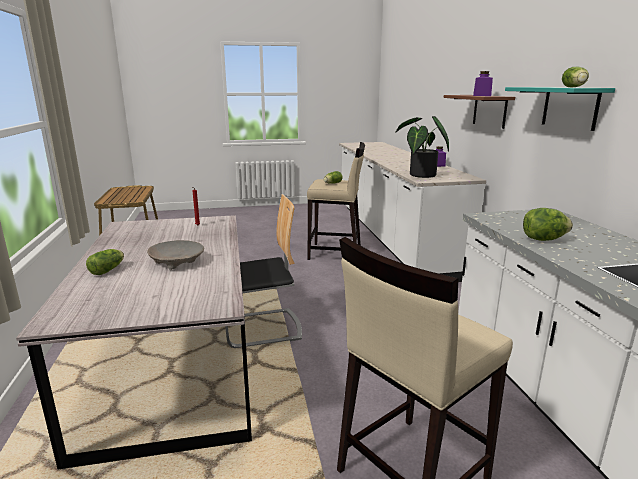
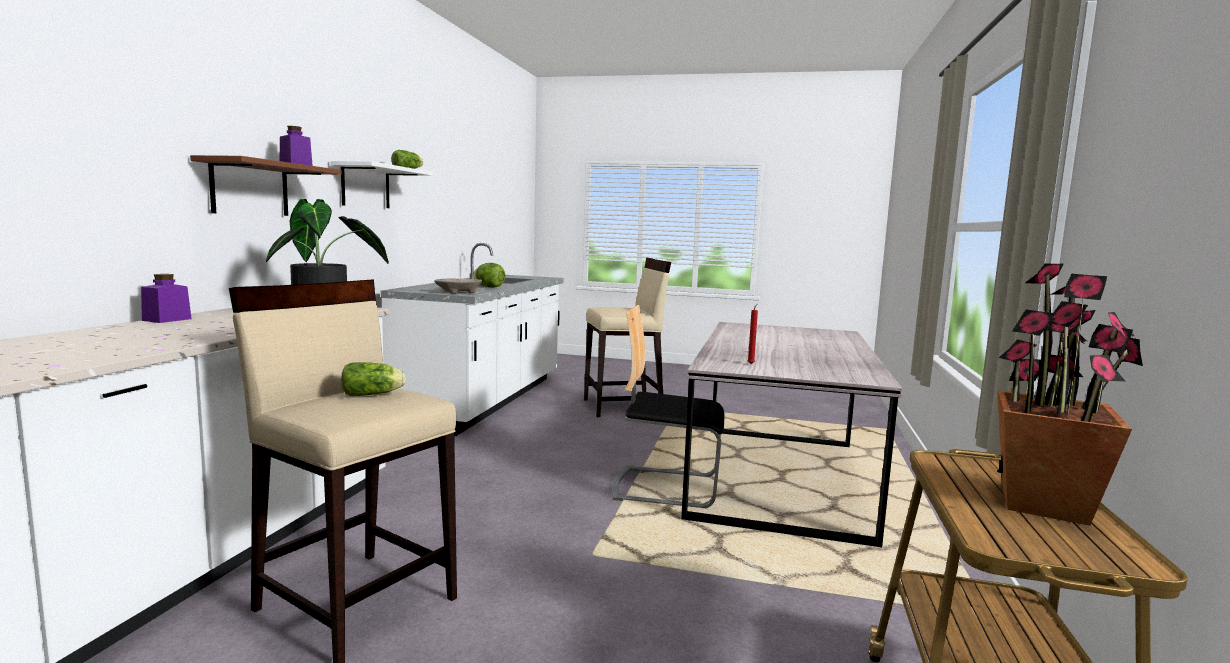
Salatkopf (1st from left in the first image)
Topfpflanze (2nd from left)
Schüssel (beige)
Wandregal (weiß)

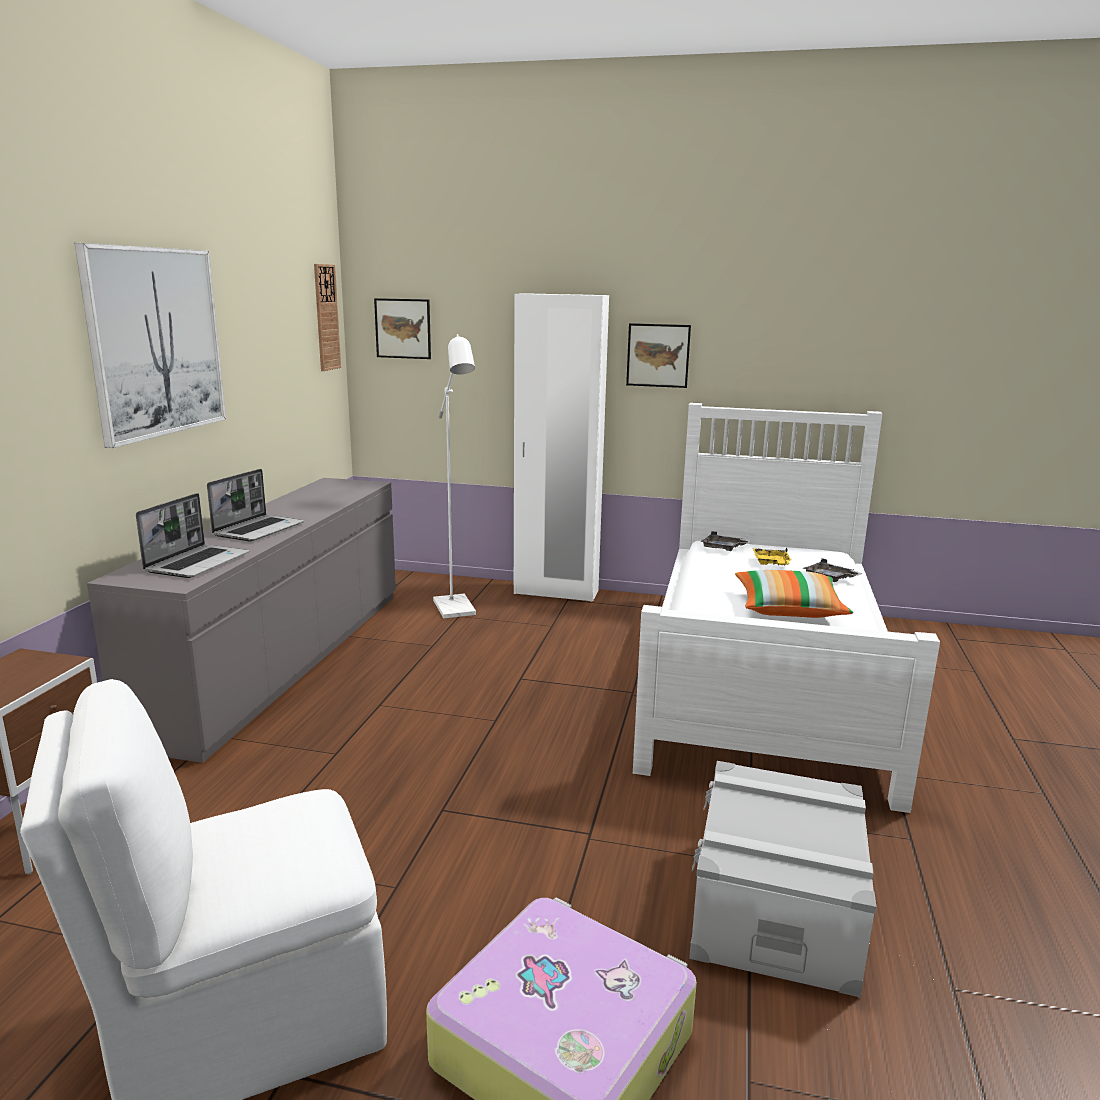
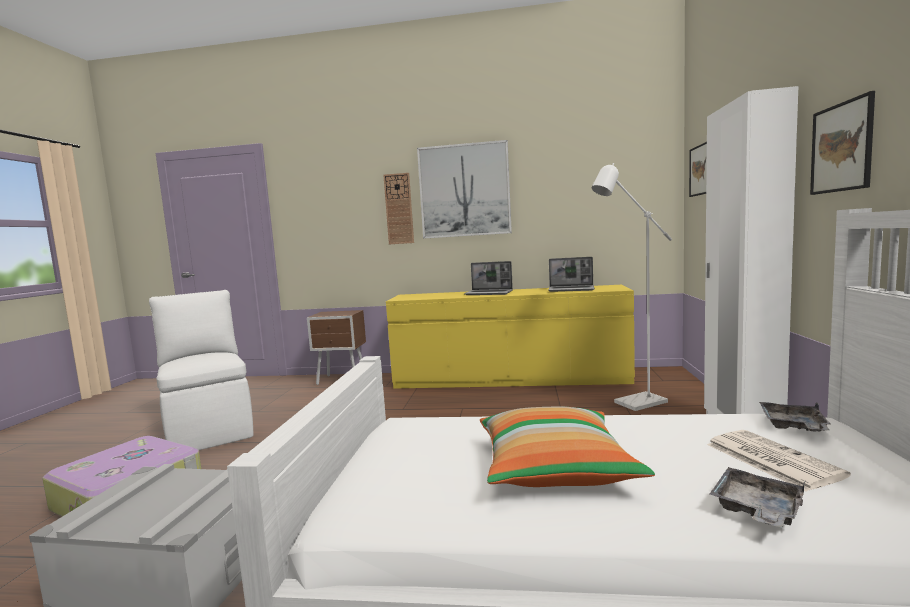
Laptop (2nd from left)
Wanduhr
Zeitung
Kommode (gelb)

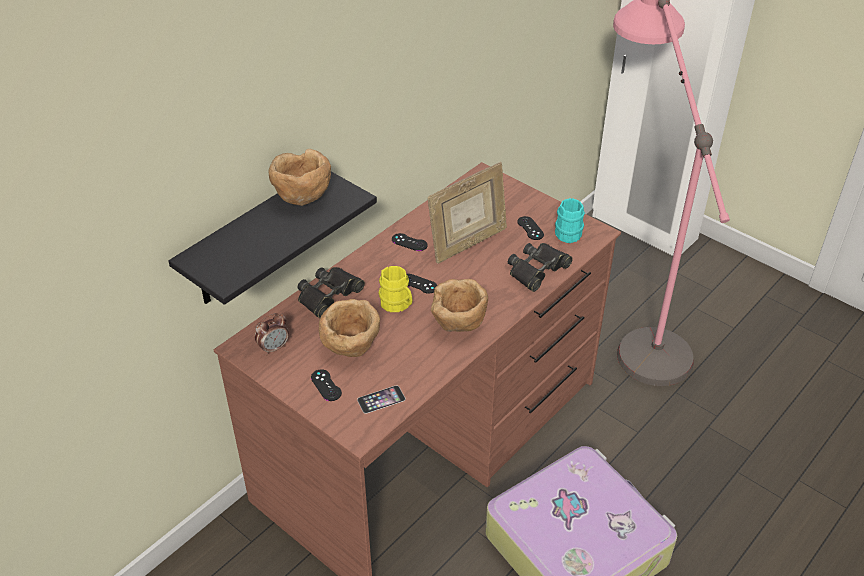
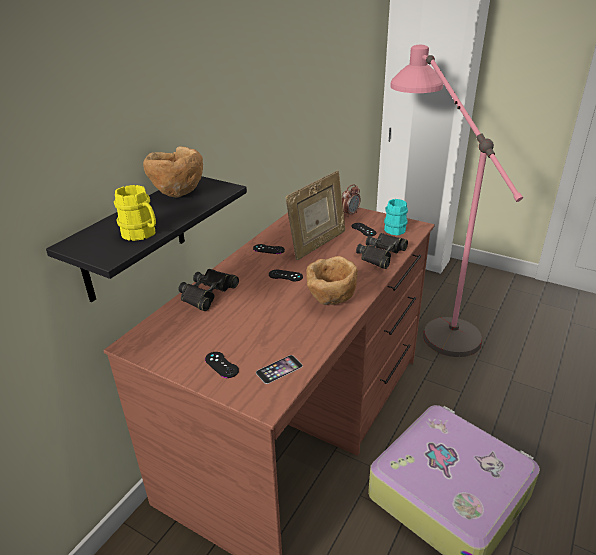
Schüssel (braun) (2nd from left in the first image)
Wecker
Henkelbecher (gelb)

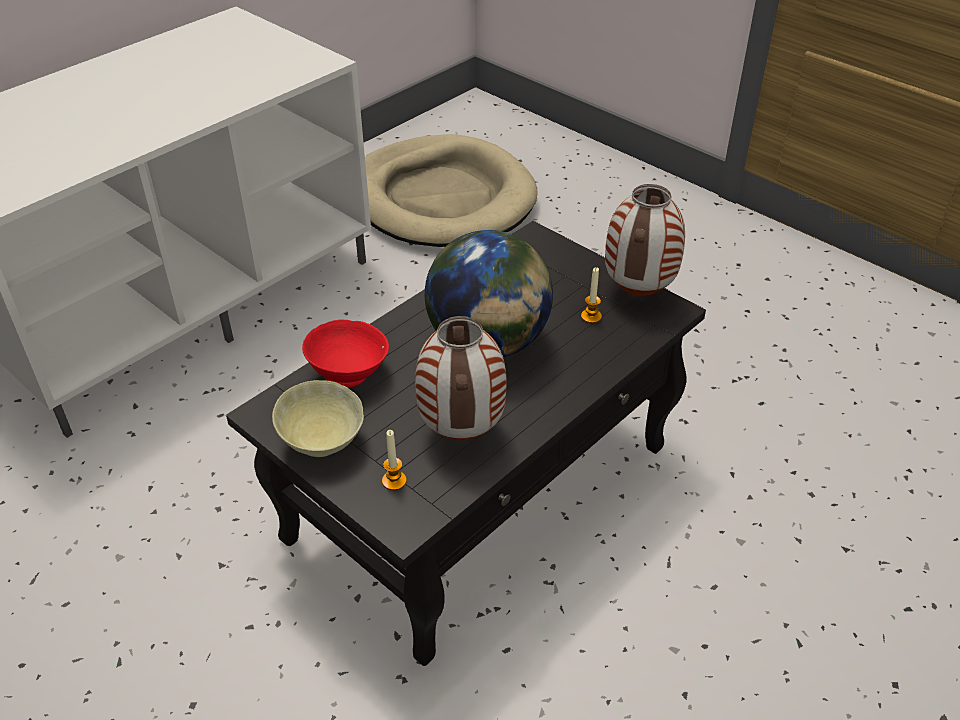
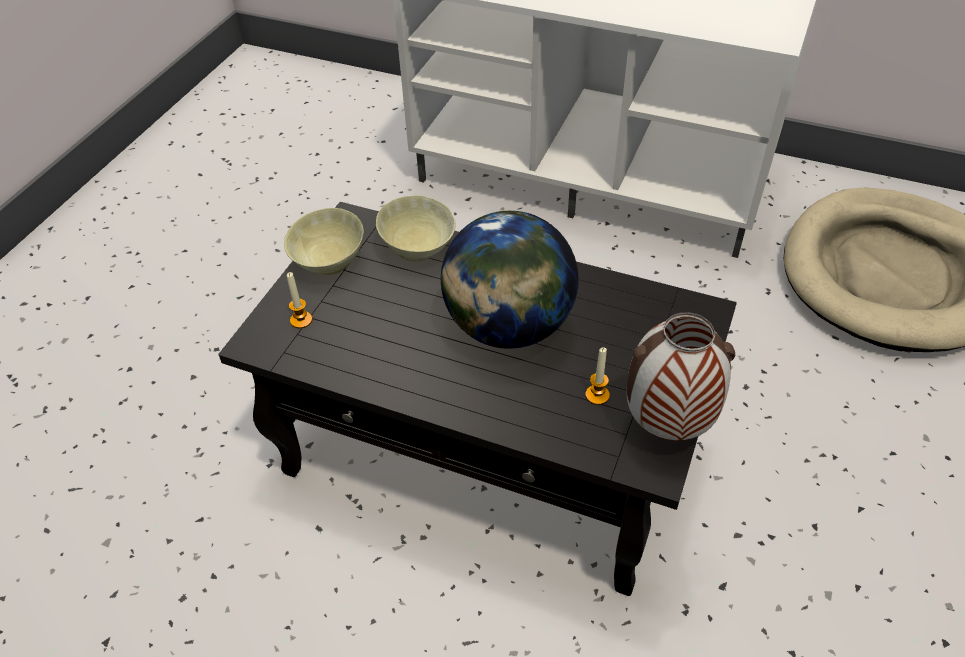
Vase (1st from left in the first image)
Schüssel (beige) (2nd from left)

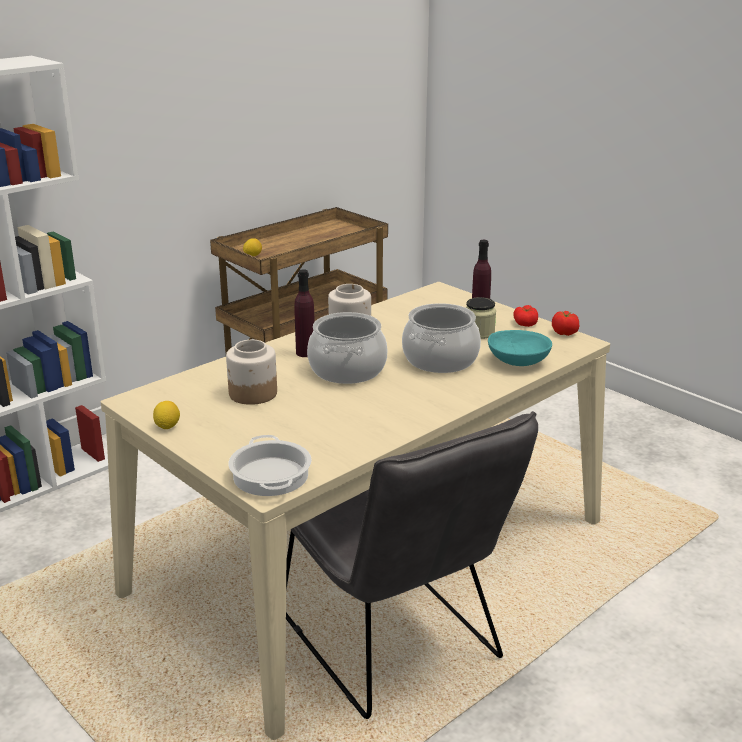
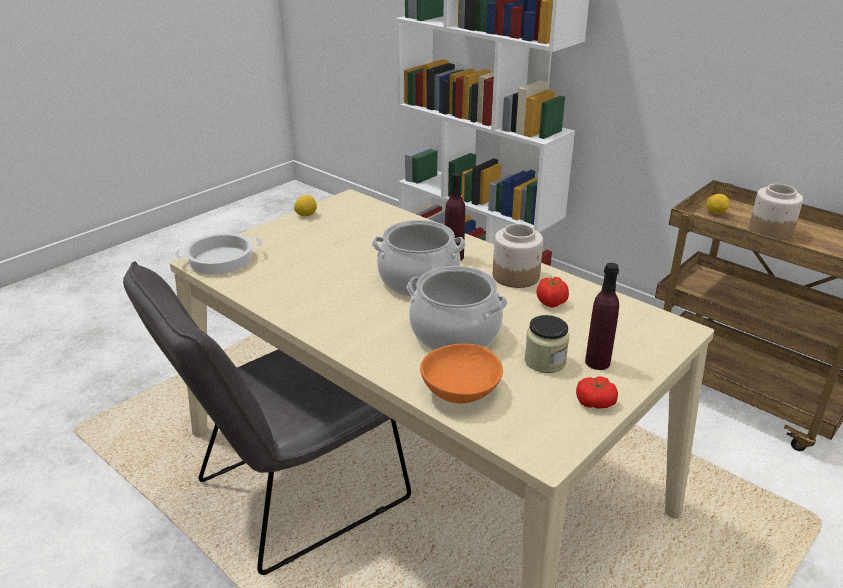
Vorratsglas (3rd from left)
Tomate (1st from left)
Schüssel (orange)

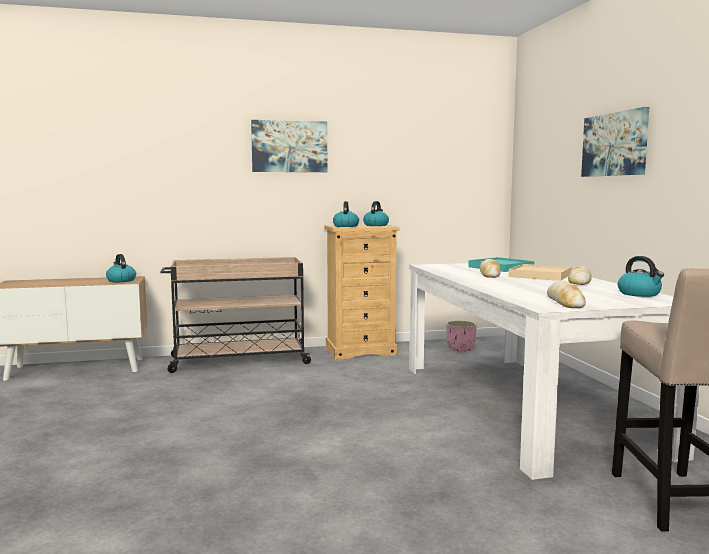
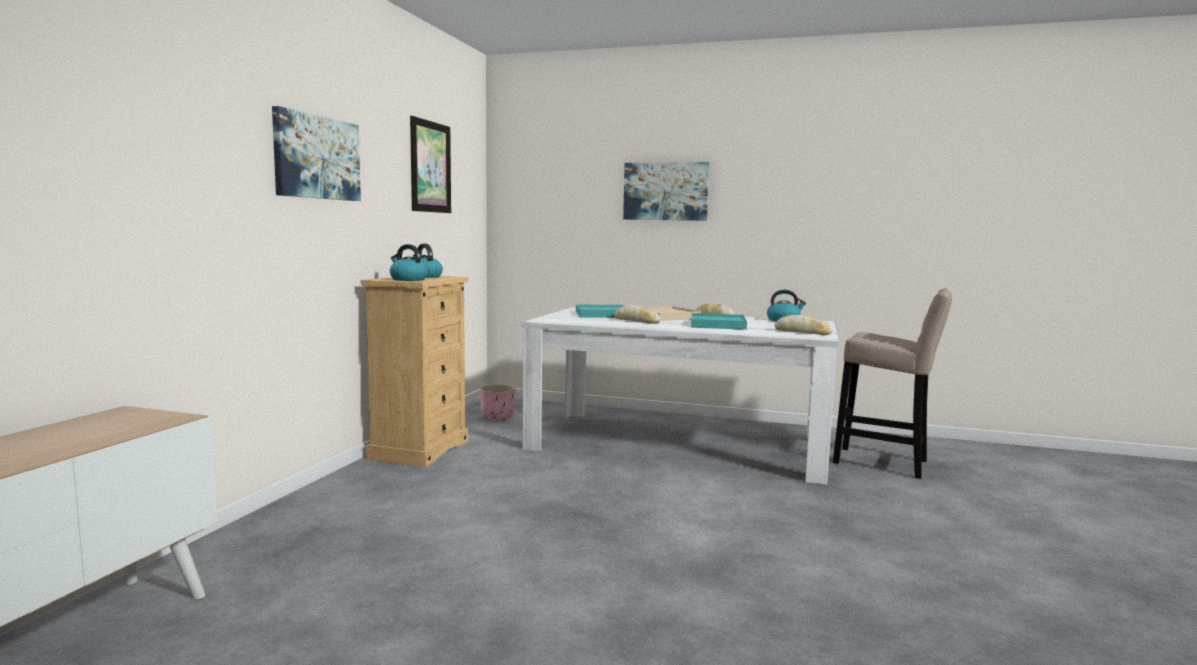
Wasserkessel (1st from left in the first image)
Rollwagen (beige)
Bild (2nd from left)
Tablett (türkis) (2nd from left)

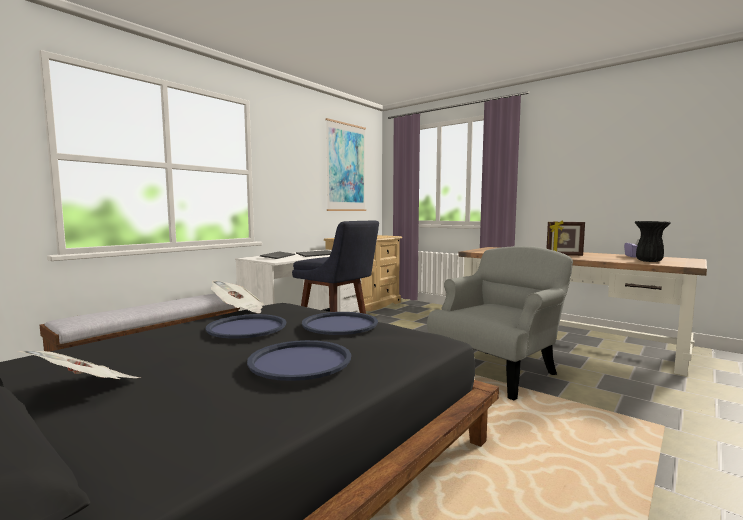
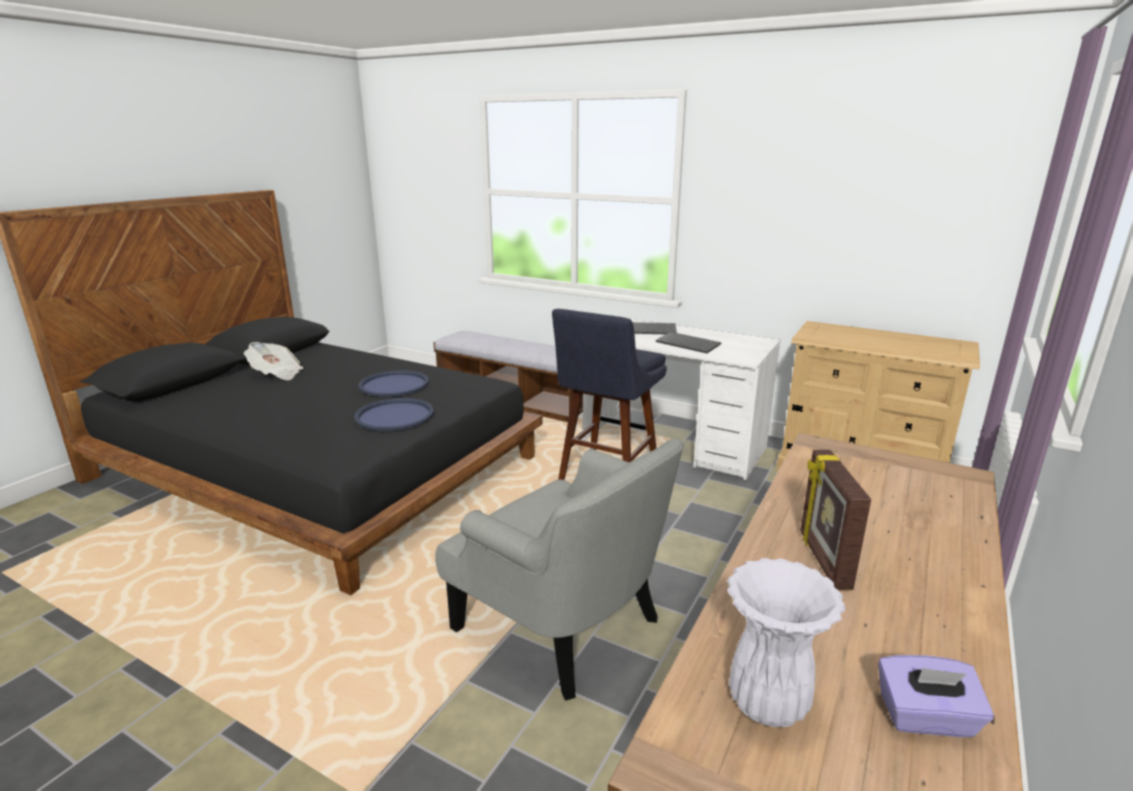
Zeitung (2nd from left in the first image)
Tablett (blau) (2nd from left in the first image)
Bild
Vase (weiß)

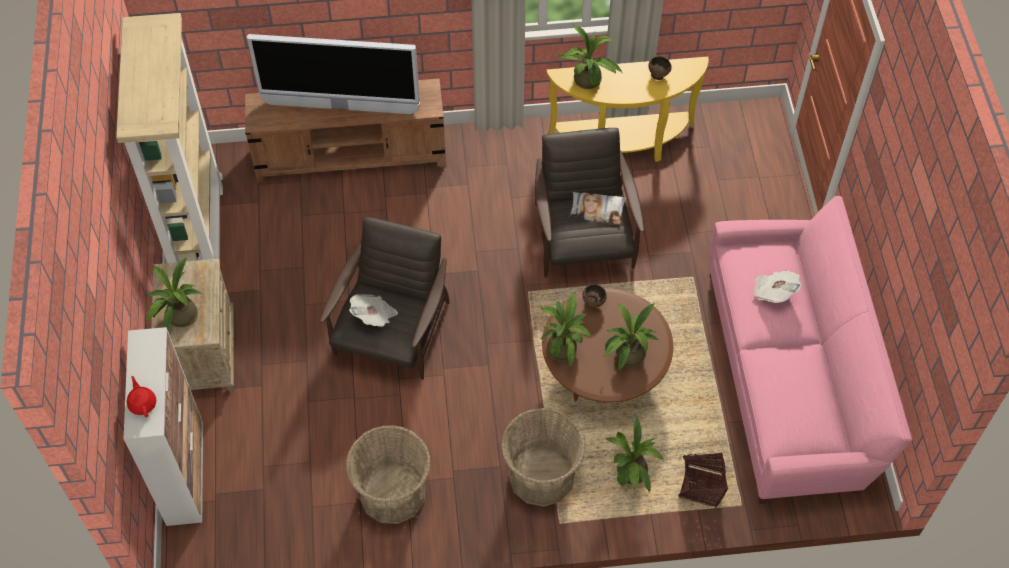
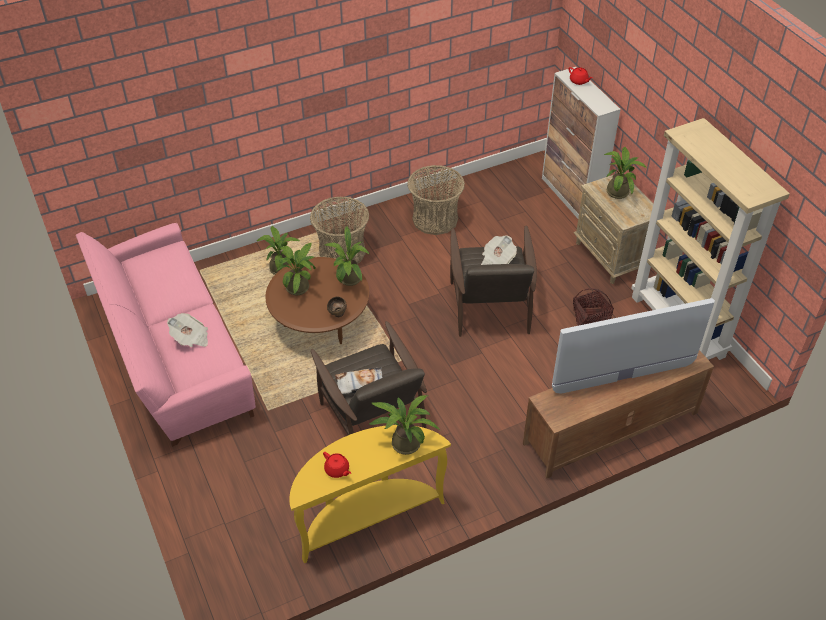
Korb (3rd from left)
Teekanne (rot) (1st from left)

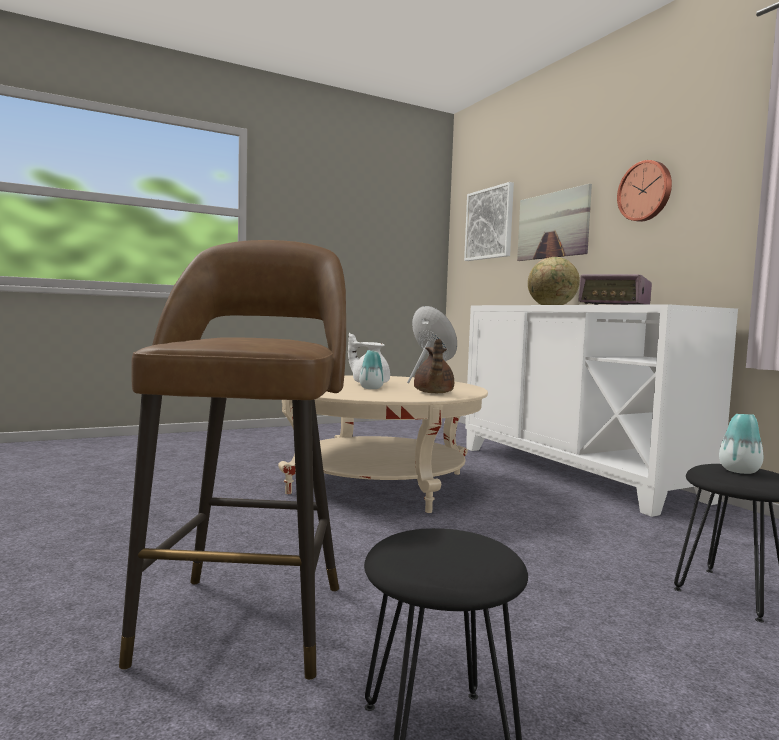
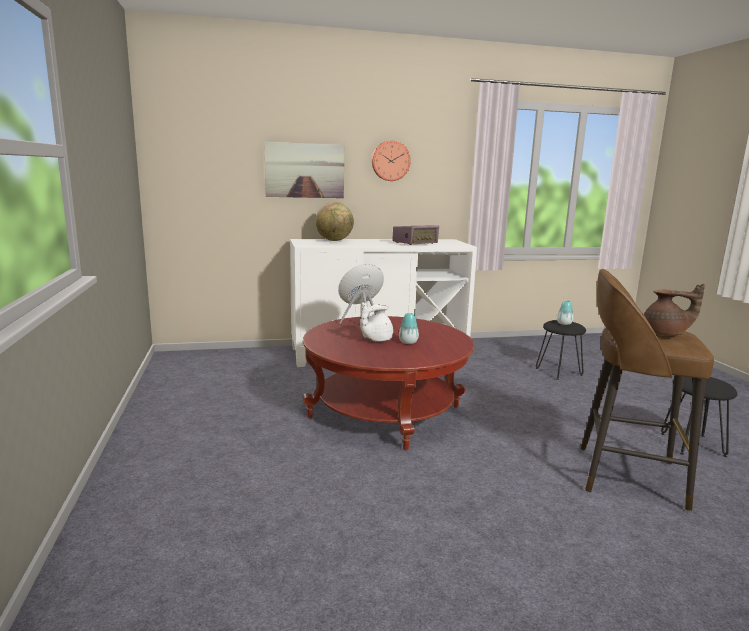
Bild (1st from left in the first image)
Teekanne (braun)
Couchtisch (rot)

